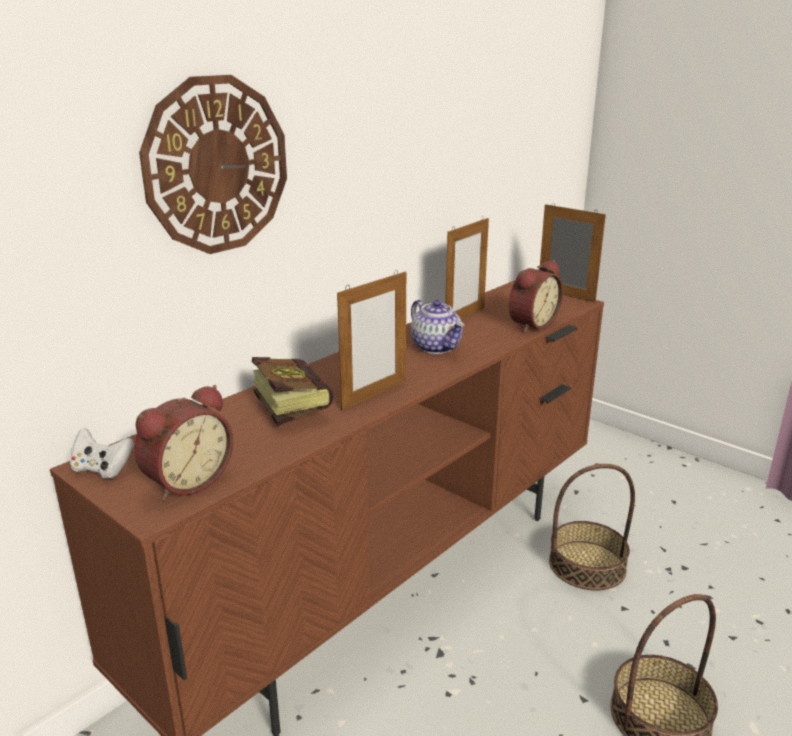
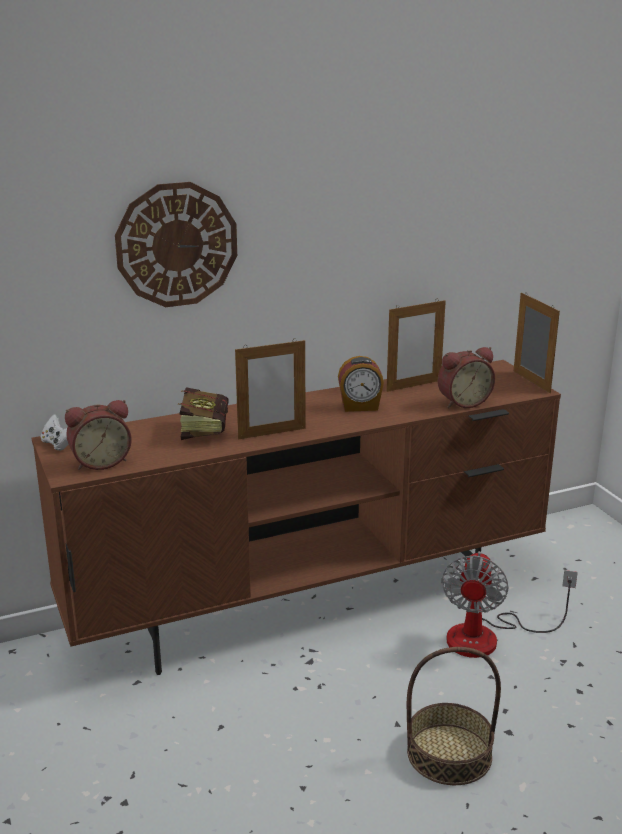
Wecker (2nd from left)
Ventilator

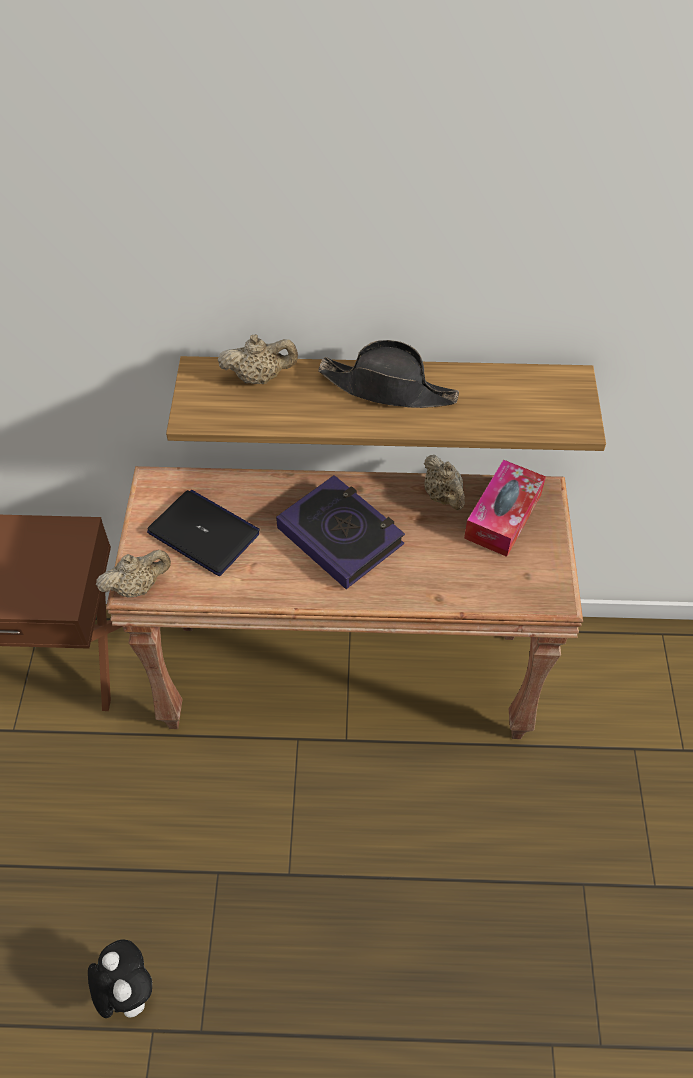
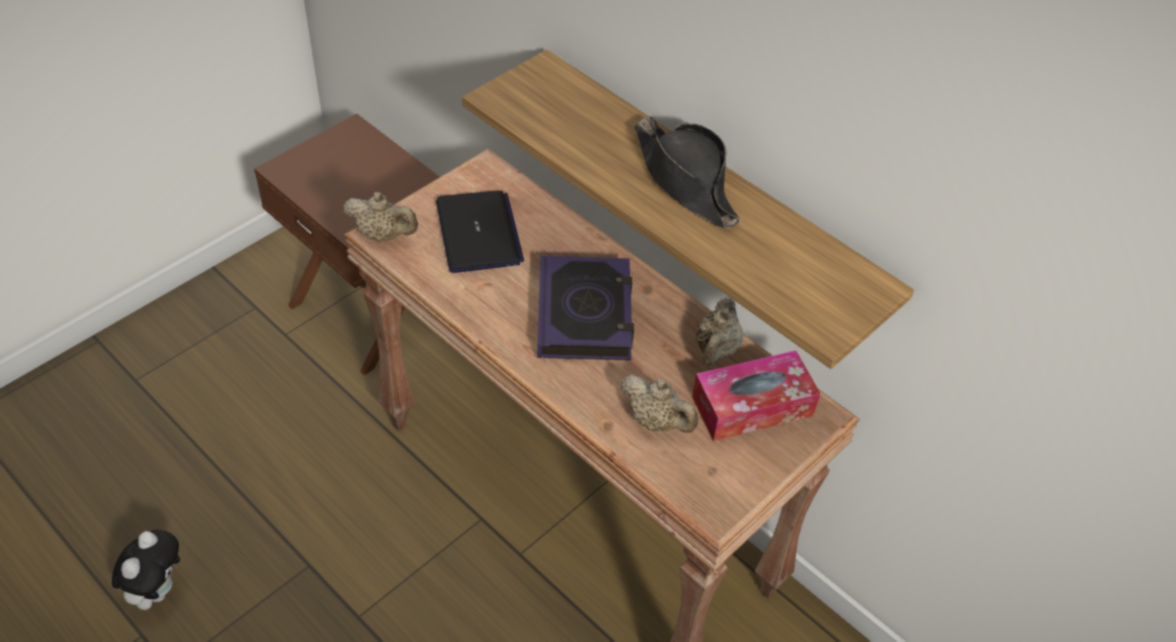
Teekanne (beige) (2nd from left)

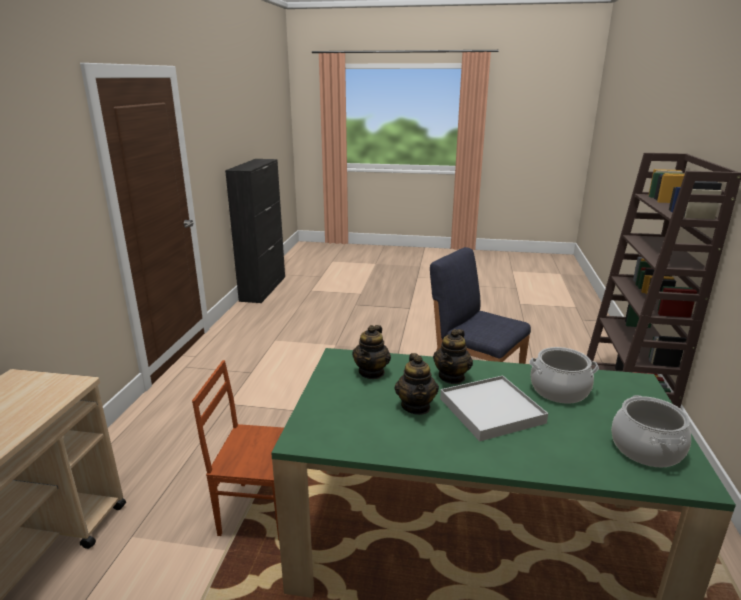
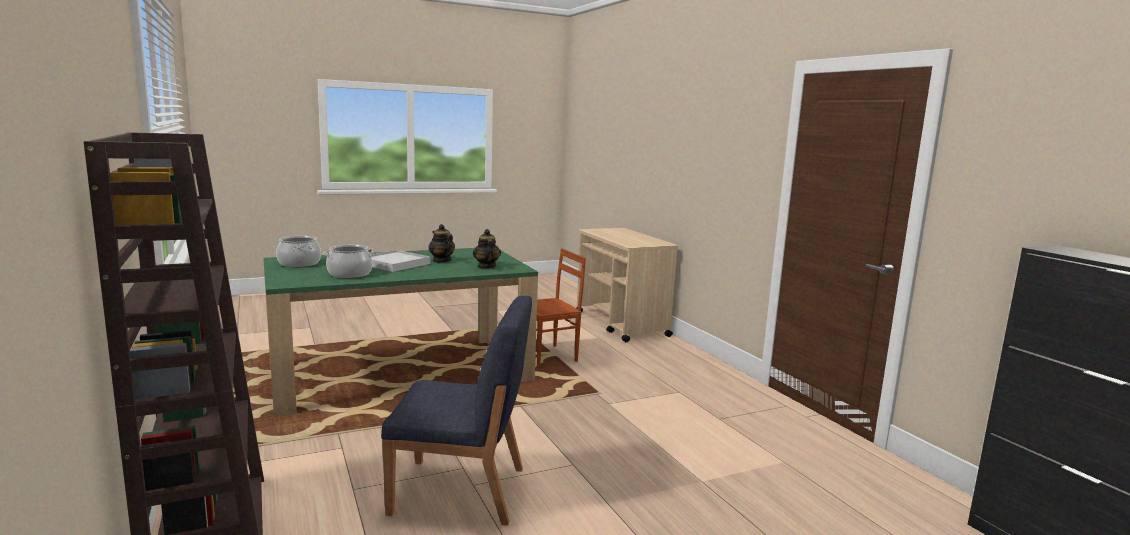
Teekanne (3rd from left in the first image)

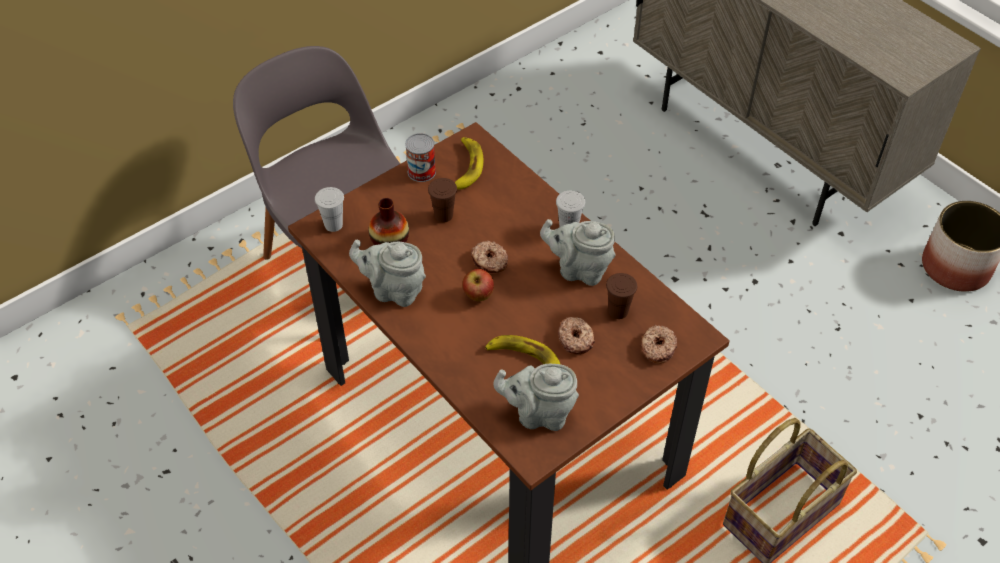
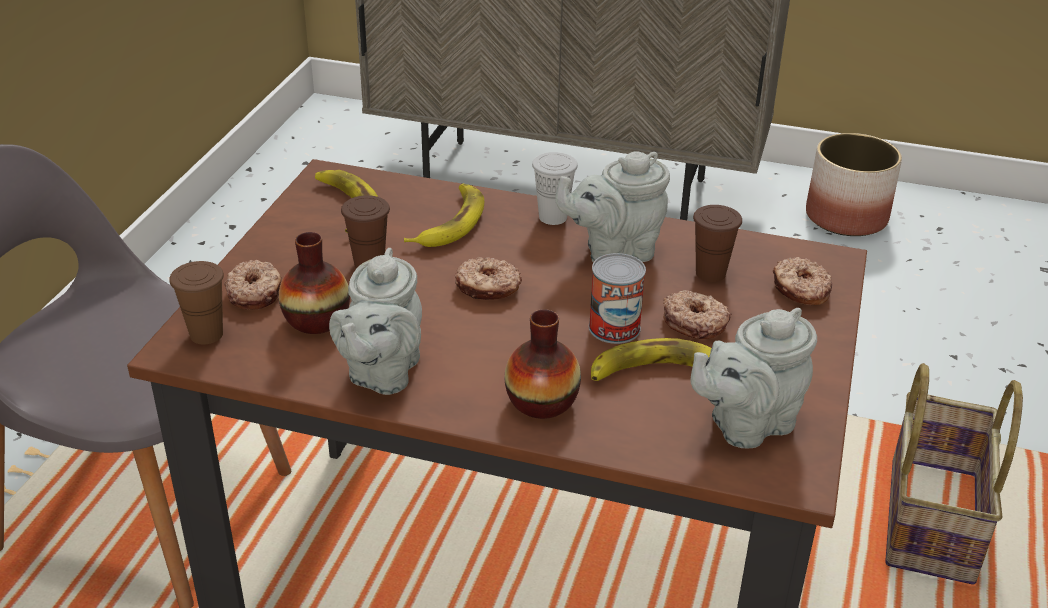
Apfel
Donut (1st from left)
Banane (2nd from left)
Vase (2nd from left)
Dose
Tasse (braun) (1st from left)
Teekanne (grau) (1st from left)

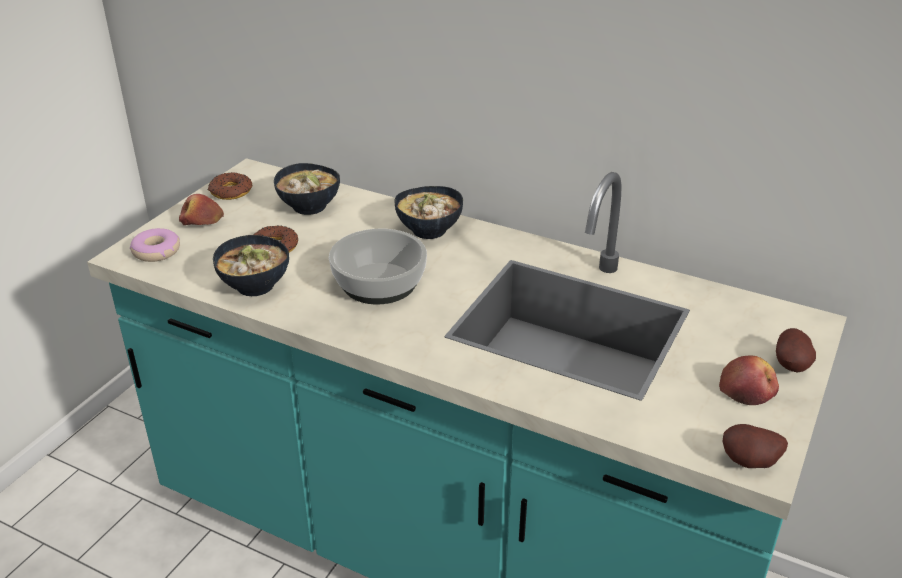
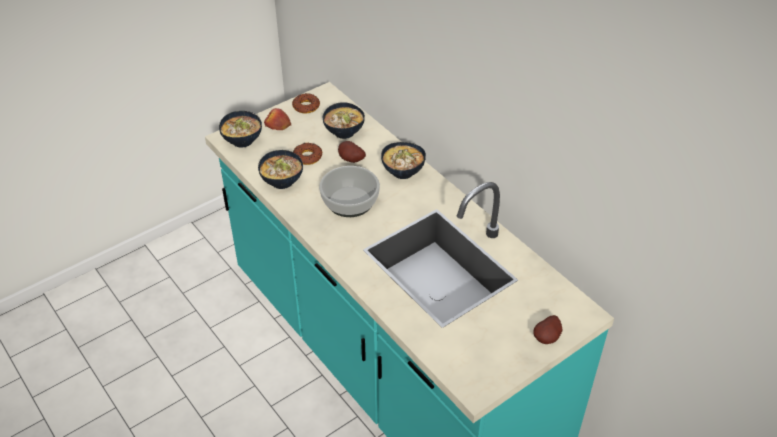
Apfel (2nd from left in the first image)
Kartoffel (1st from left)
Schüssel (1st from left)

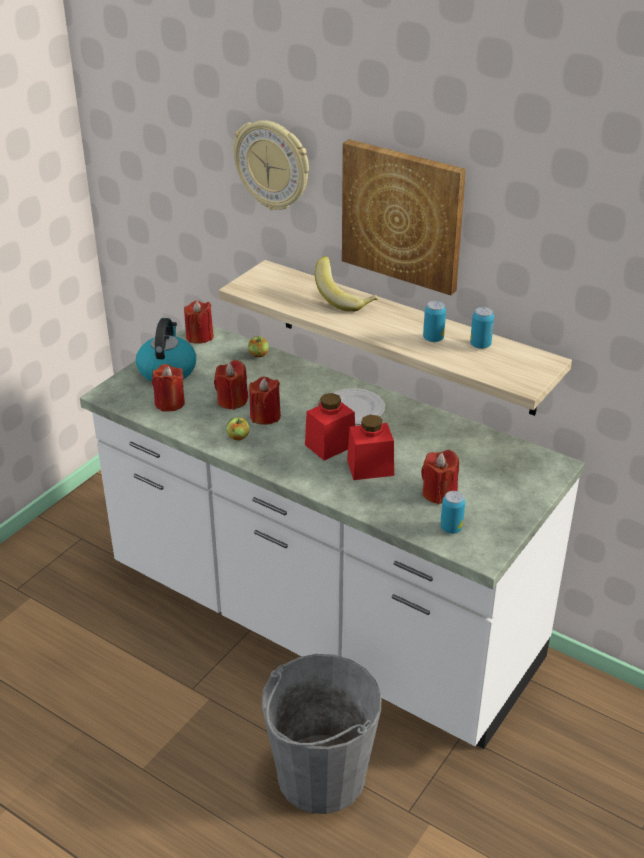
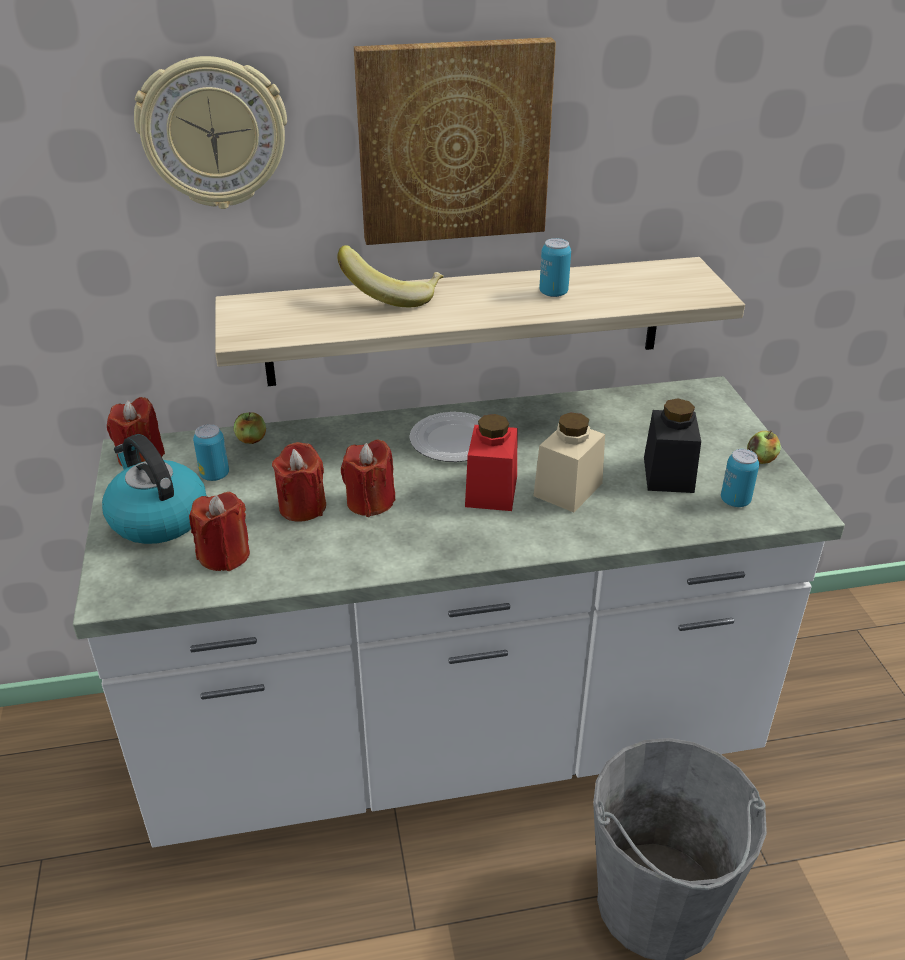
Apfel (2nd from left)
Dose (1st from left)
Vorratsglas (schwarz)
Vorratsglas (beige)

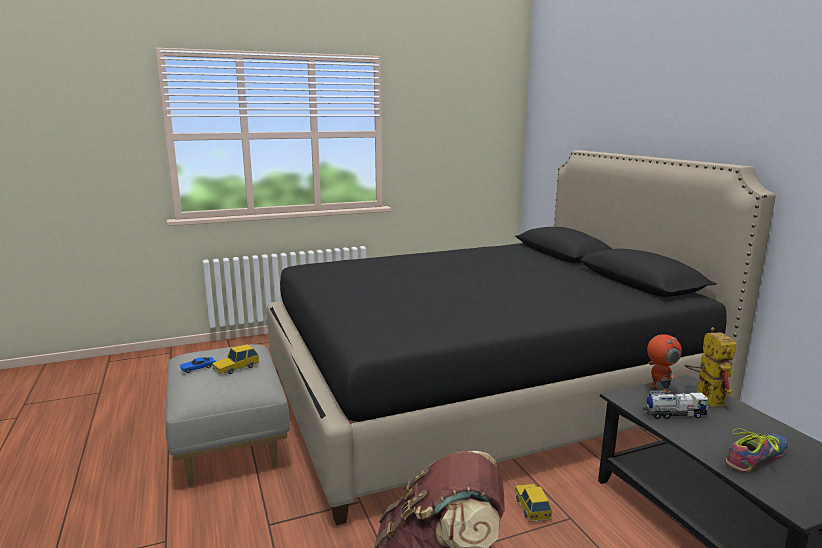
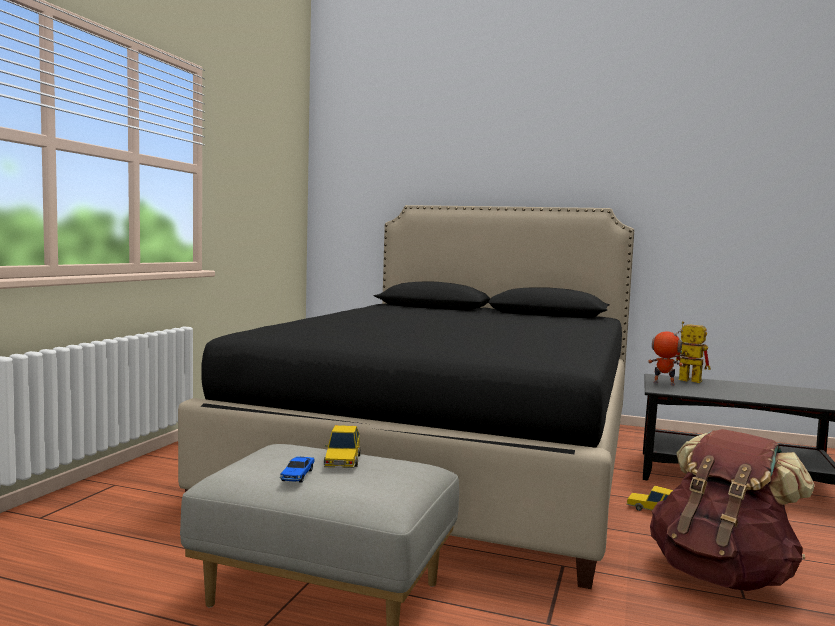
Spielzeuglaster
Schuh

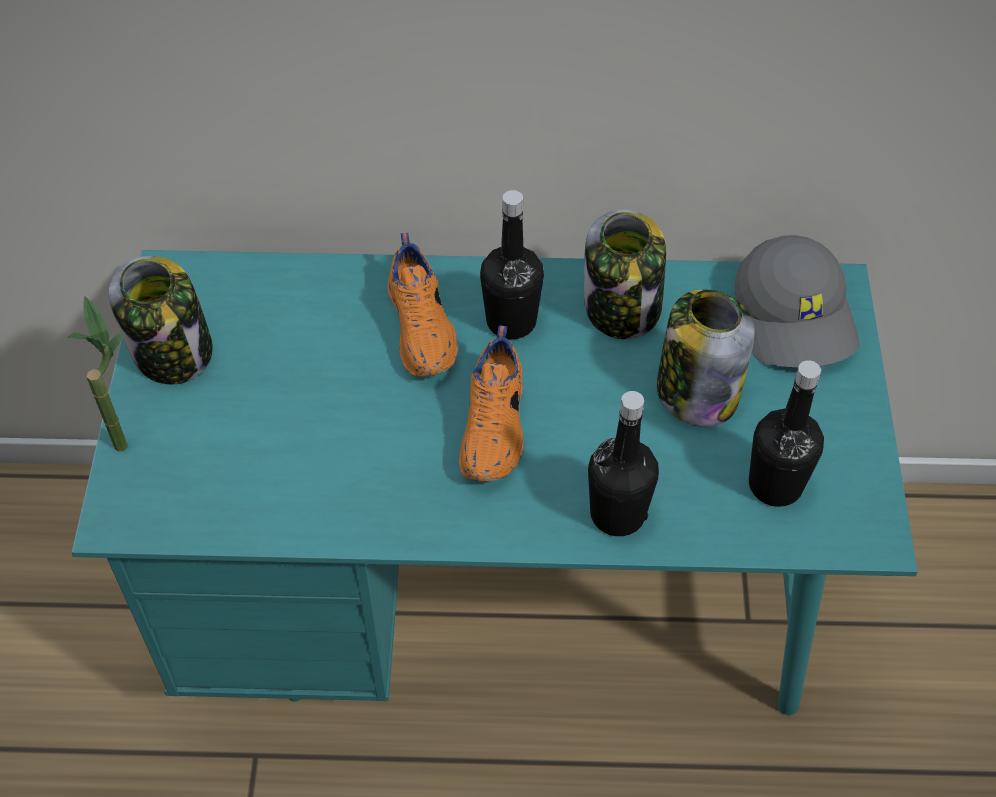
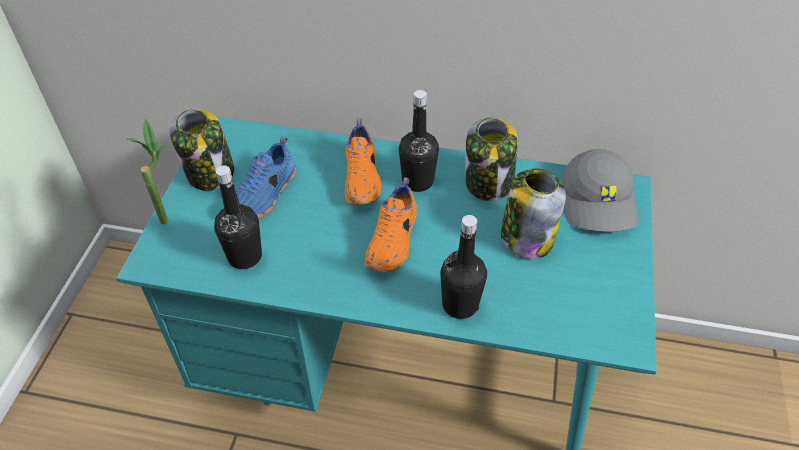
Schuh (blau)
Flasche (schwarz) (1st from left)

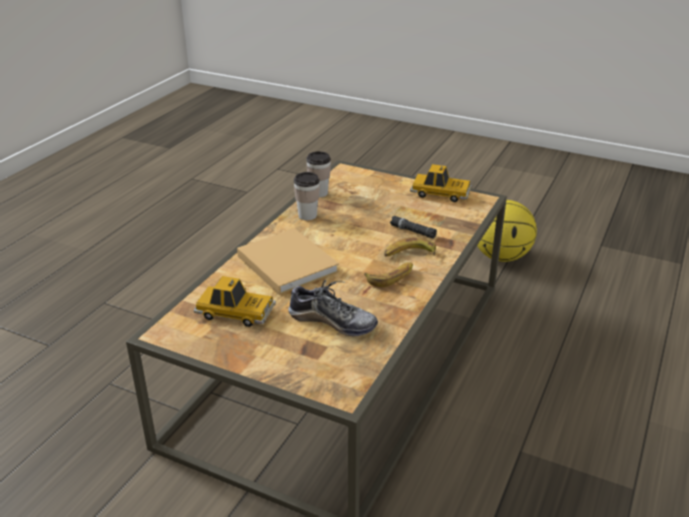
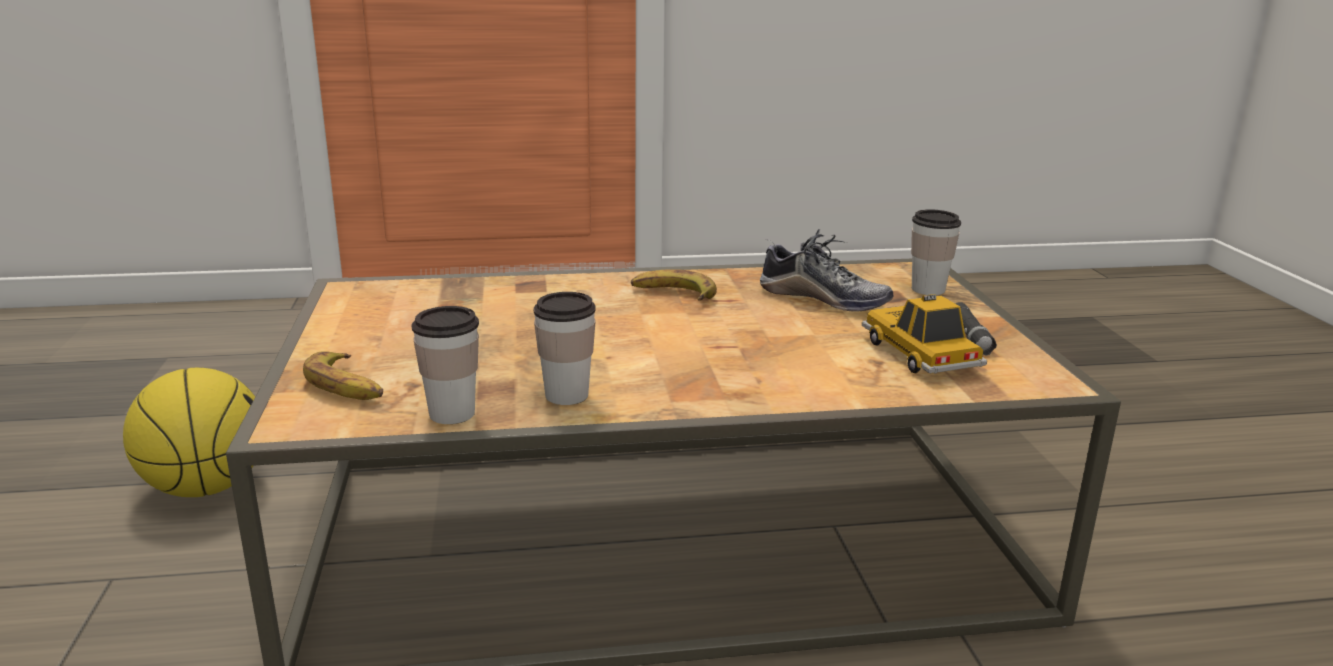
Buch (beige)
Spielzeugauto (2nd from left in the first image)
Tasse (3rd from left)
Banane (1st from left)
Taschenlampe (schwarz)
Schuh

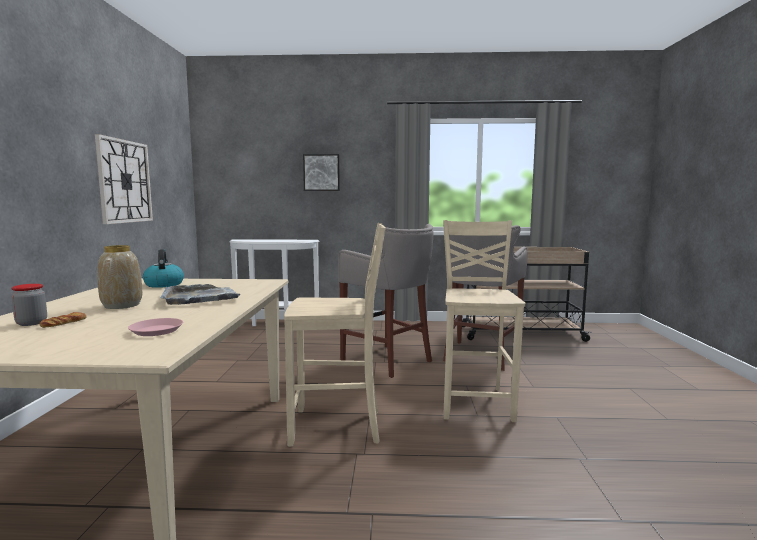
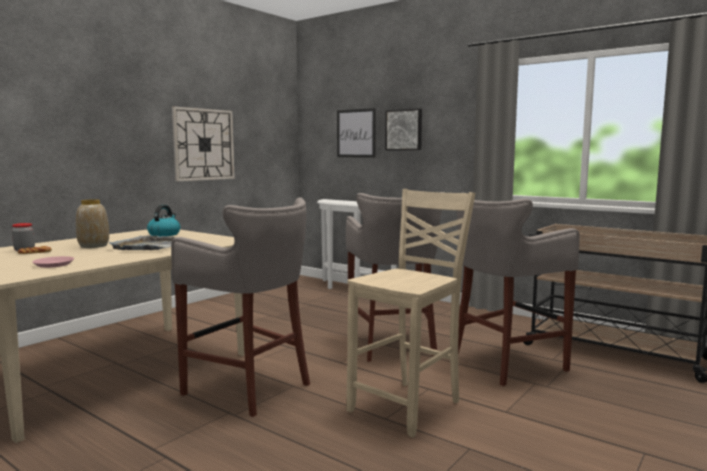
Bild (1st from left)
Hocker (grau) (1st from left)

